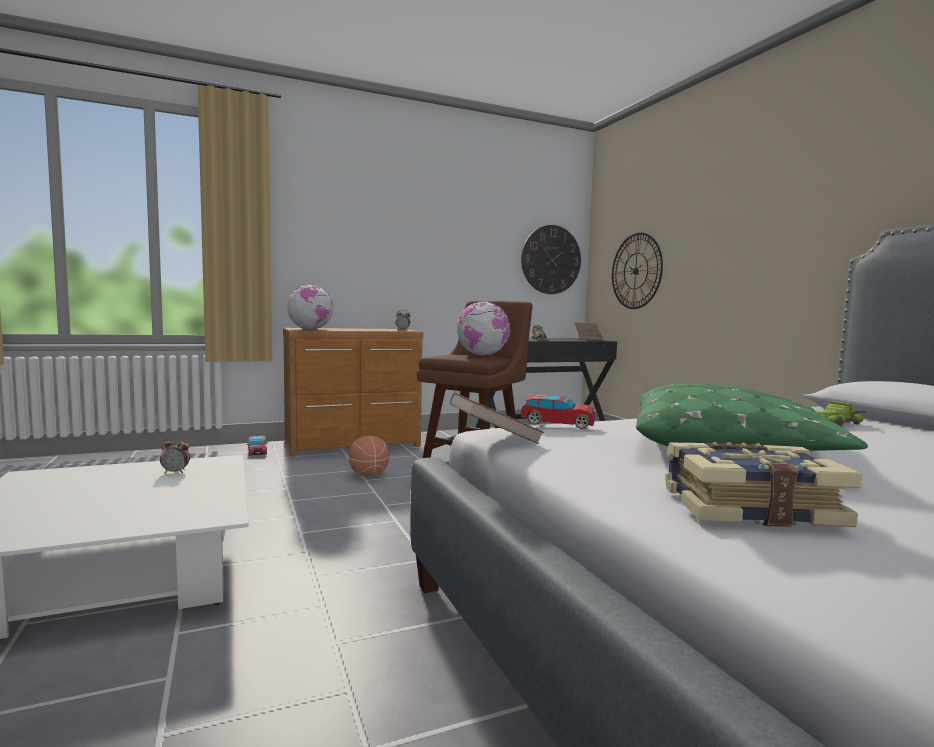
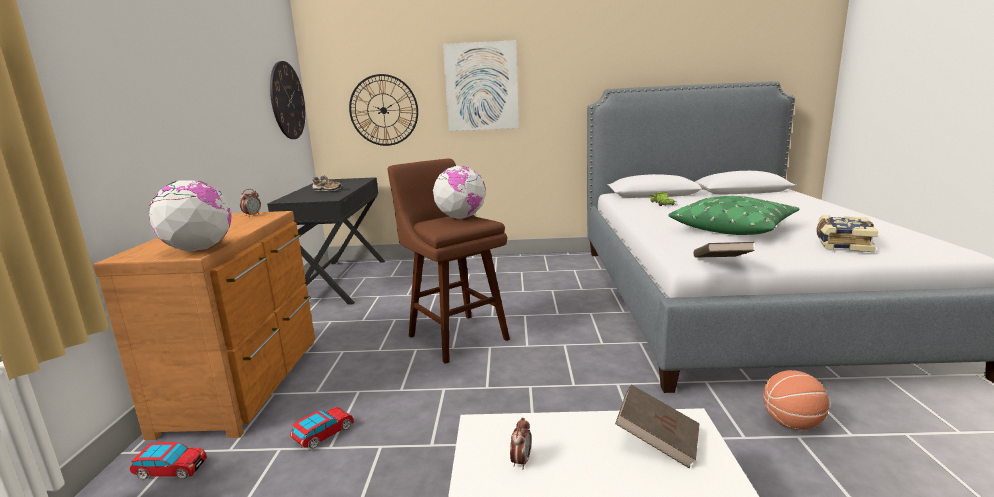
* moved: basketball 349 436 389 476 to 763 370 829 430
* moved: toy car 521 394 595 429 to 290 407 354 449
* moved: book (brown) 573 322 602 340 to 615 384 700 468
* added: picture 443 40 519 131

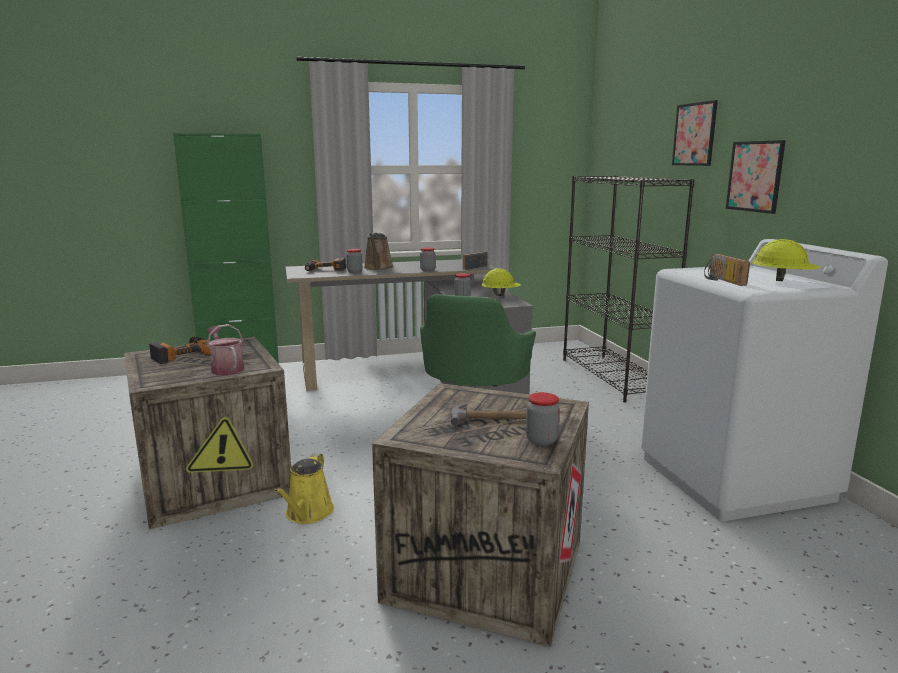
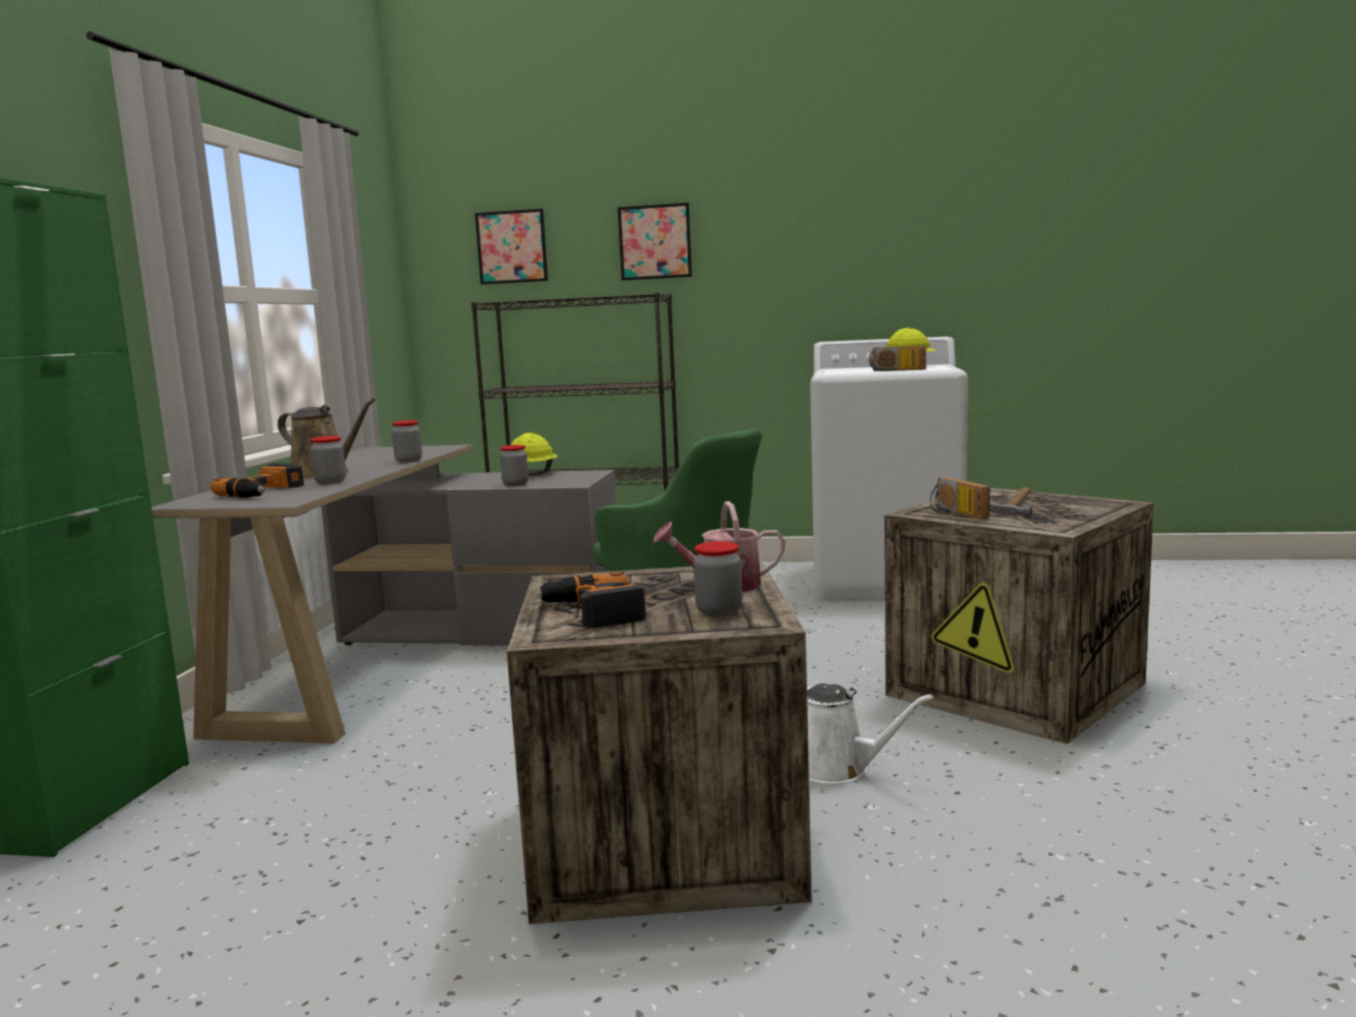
* recoloured: watering can (yellow) 274 454 334 524 to watering can (white) 807 683 933 784
* moved: radio 463 252 488 270 to 930 477 990 519
* moved: jar 526 392 560 445 to 693 541 742 617
* moved: picture 726 140 786 214 to 475 209 548 284

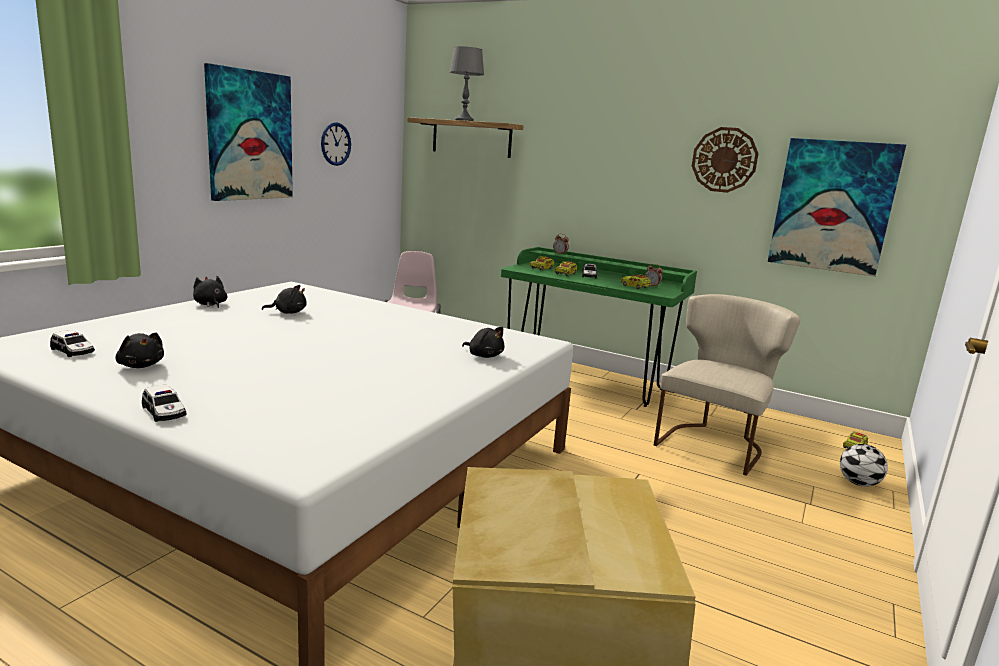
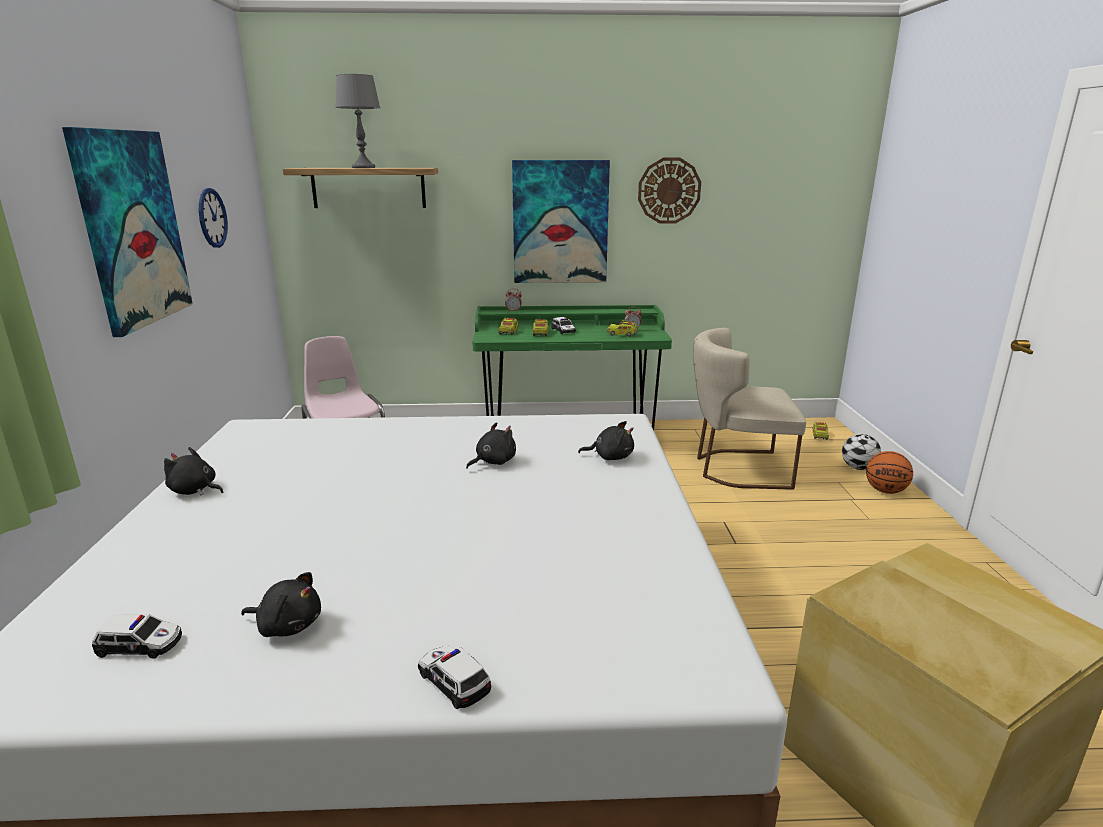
* turned: toy car 142 384 186 422 = 418 645 491 709 150 degrees counterclockwise
* moved: plush toy (black) 262 285 307 314 to 466 423 516 469
* turned: chair (beige) 654 294 800 476 = 693 328 806 490 90 degrees counterclockwise
* moved: picture 768 138 906 277 to 512 160 610 283
* added: basketball 866 451 913 494

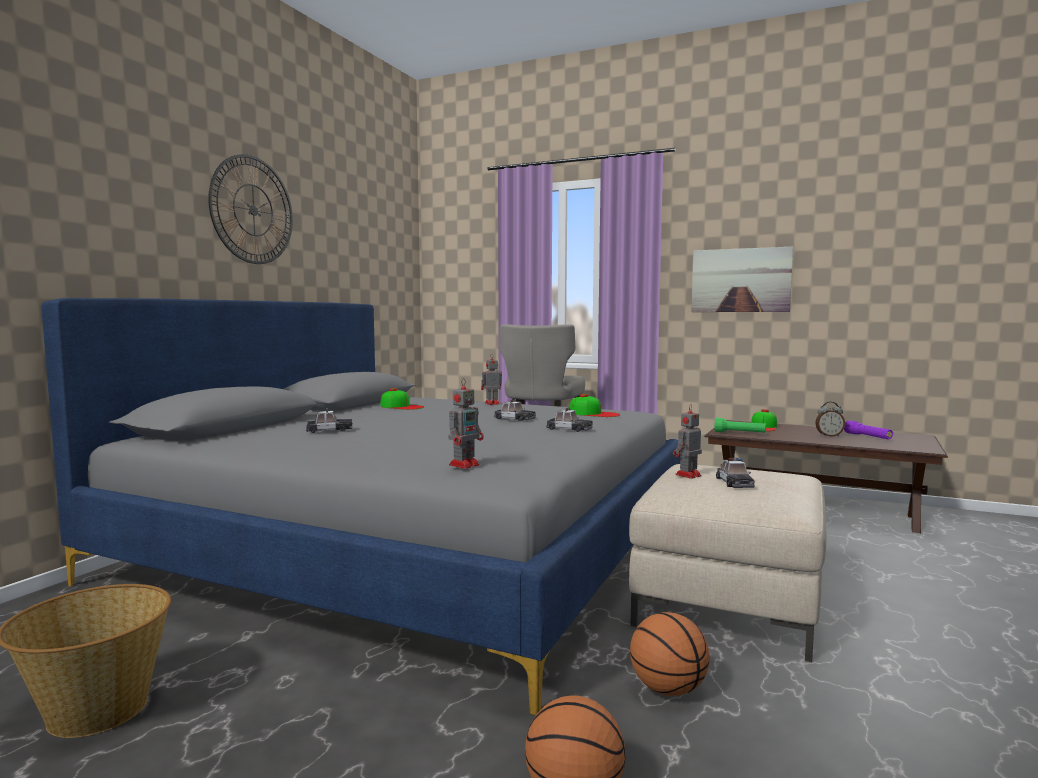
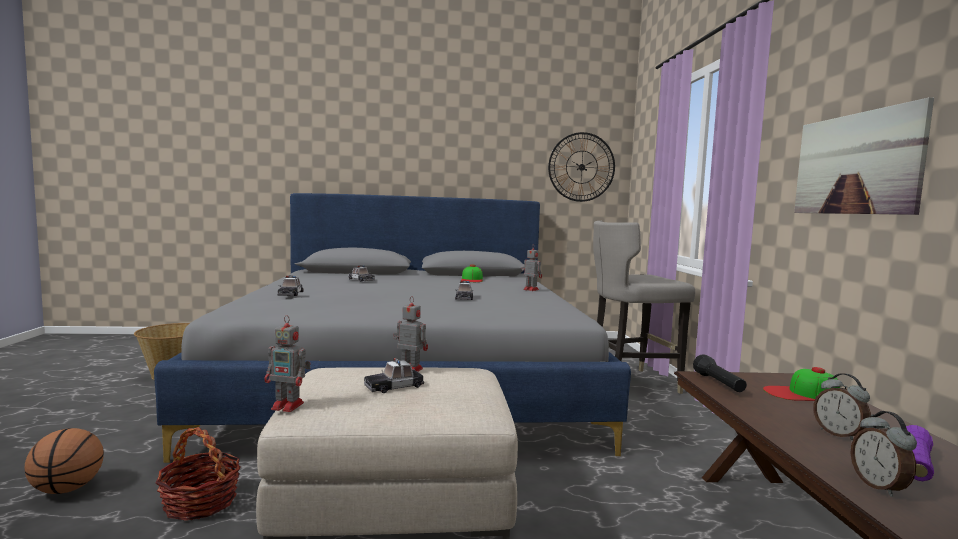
* moved: wall clock 208 154 293 264 to 548 132 615 202
* moved: toy robot 448 378 484 469 to 264 315 311 412
* moved: toy car 546 407 593 432 to 277 276 304 296
* removed: cap 570 394 620 417
* replaced: basketball 630 612 710 696 to basket 156 427 241 521
* recoloured: flashlight (green) 715 418 766 433 to flashlight (black) 693 354 747 392
* added: alarm clock 851 411 917 497

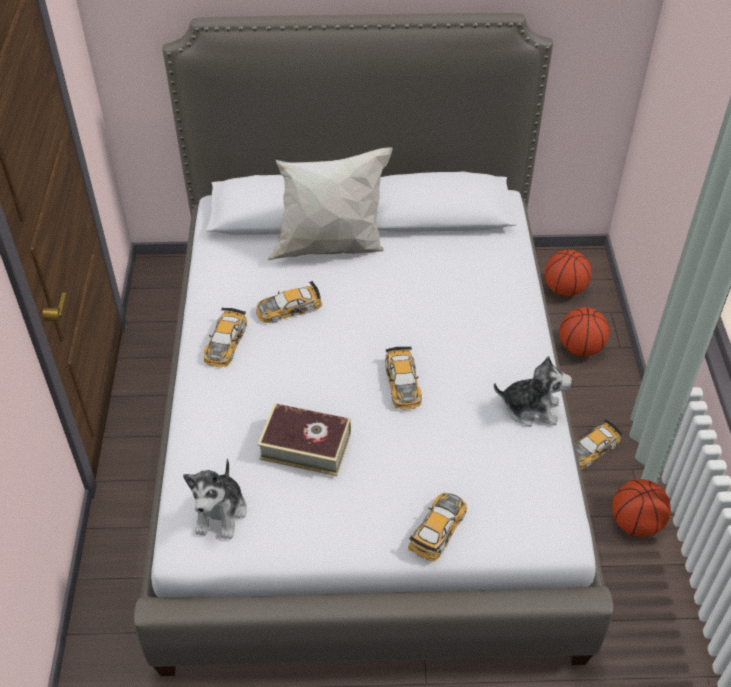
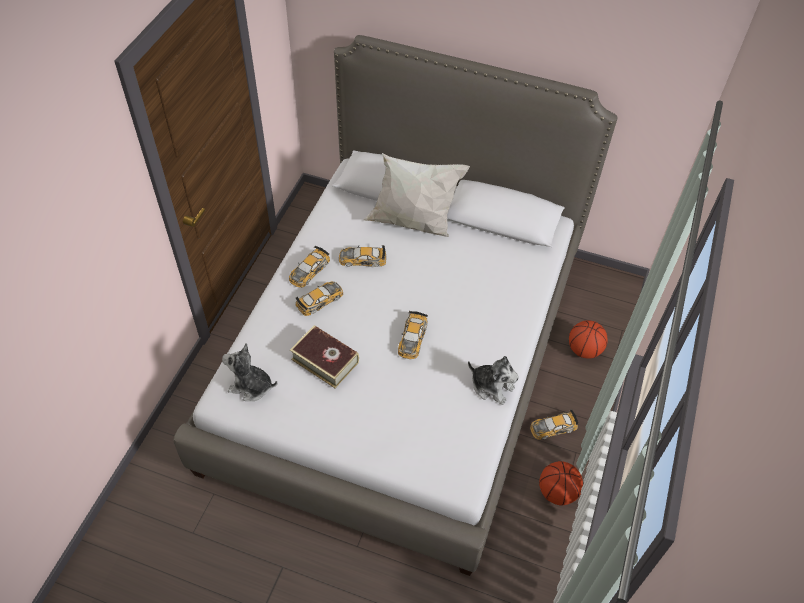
* turned: plush toy 183 458 247 539 = 222 343 277 401 75 degrees clockwise
* moved: toy car 408 493 467 562 to 296 281 343 316
* removed: basketball 545 250 591 296

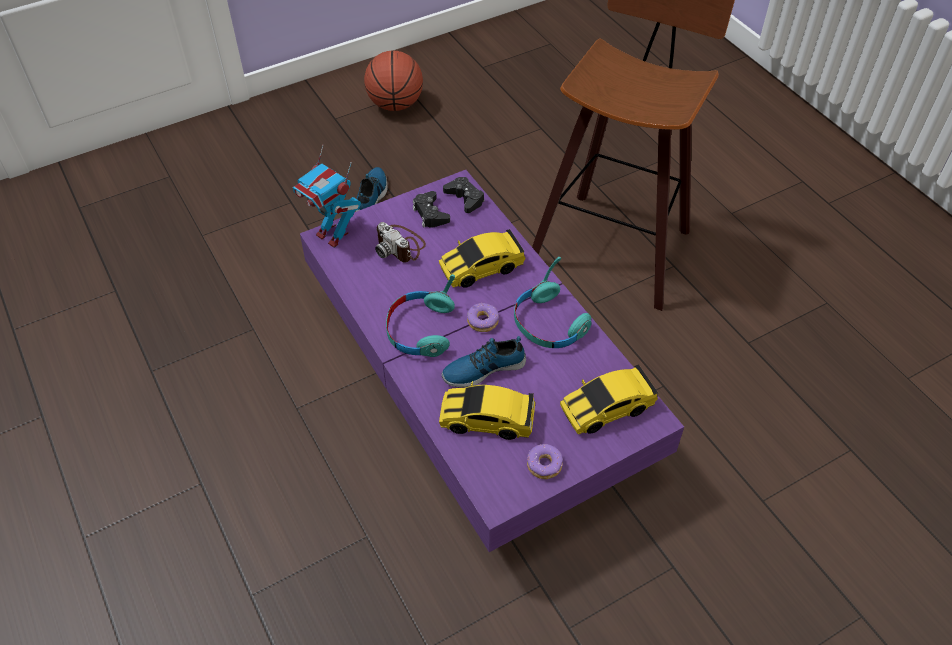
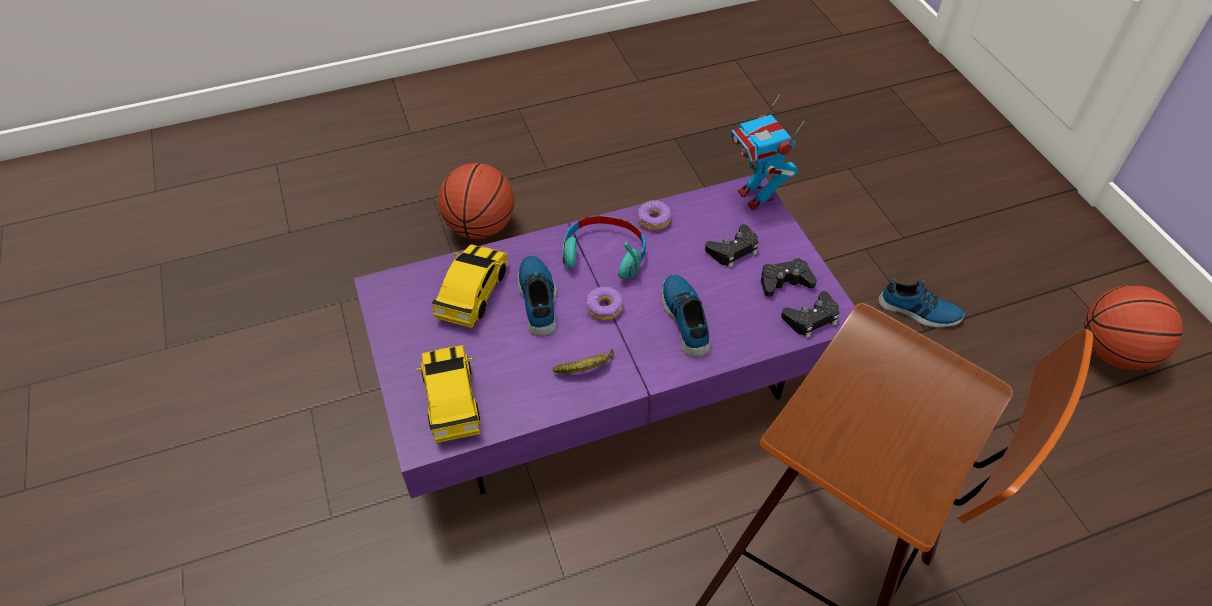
* turned: toy robot 293 144 361 248 = 730 94 805 210 75 degrees counterclockwise
* replaced: photo camera 375 222 426 262 to game controller (black) 705 224 759 268
* replaced: toy car 439 229 525 288 to shoe 661 274 711 357
* replaced: headphones (turquoise) 514 257 592 348 to banana 553 349 614 374
* moved: donut 527 444 563 479 to 638 200 671 230
* added: basketball 438 163 514 239

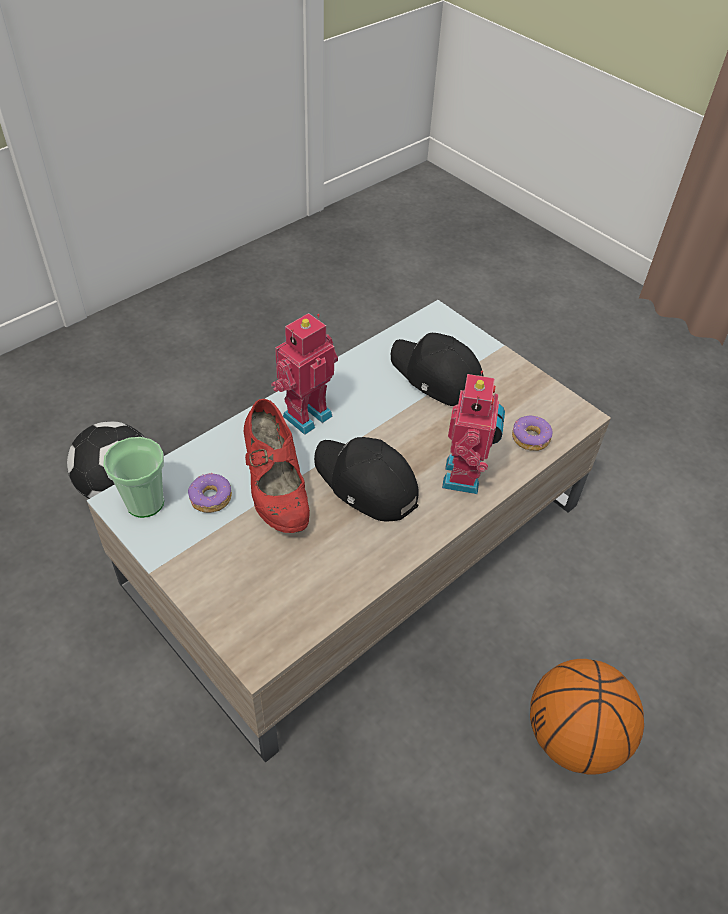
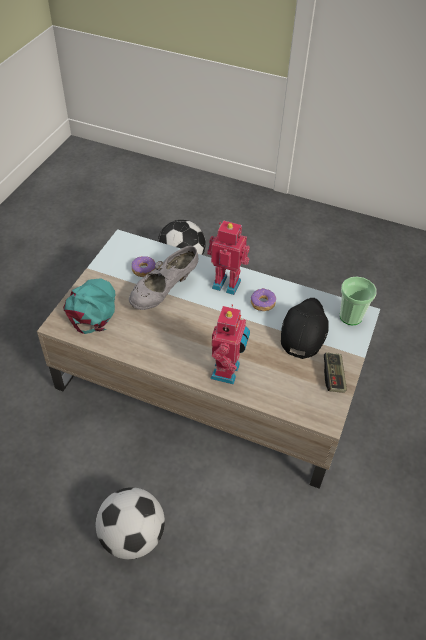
* moved: cup 103 437 164 518 to 340 277 377 325
* recoloured: shoe (red) 244 399 310 533 to shoe (grey) 129 246 198 310
* removed: cap (black) 314 437 419 522
* turned: toy robot 442 371 505 494 = 210 304 250 385 60 degrees counterclockwise
* moved: donut 512 416 553 451 to 251 288 276 311
* replaced: basketball 530 659 644 775 to football 96 487 165 559
* added: cap (turquoise) 63 278 116 334
* added: game controller 324 352 347 393

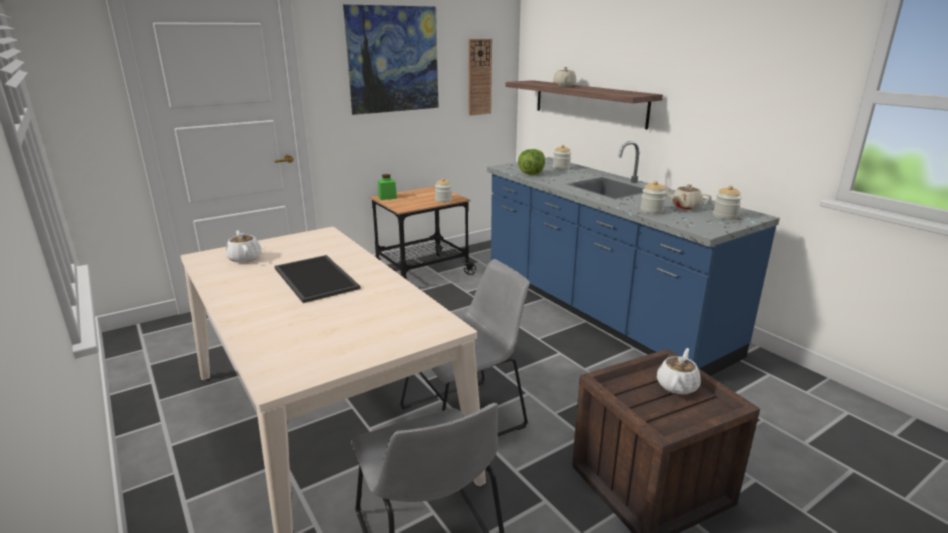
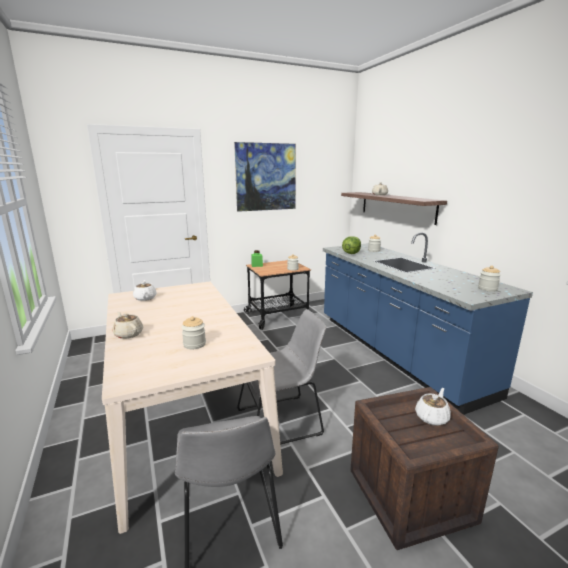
* removed: tray 274 255 361 303
* removed: wall clock 468 39 492 116
* moved: jar 640 181 666 214 to 181 316 206 349
* moved: teapot (beige) 663 184 711 210 to 112 312 143 339

